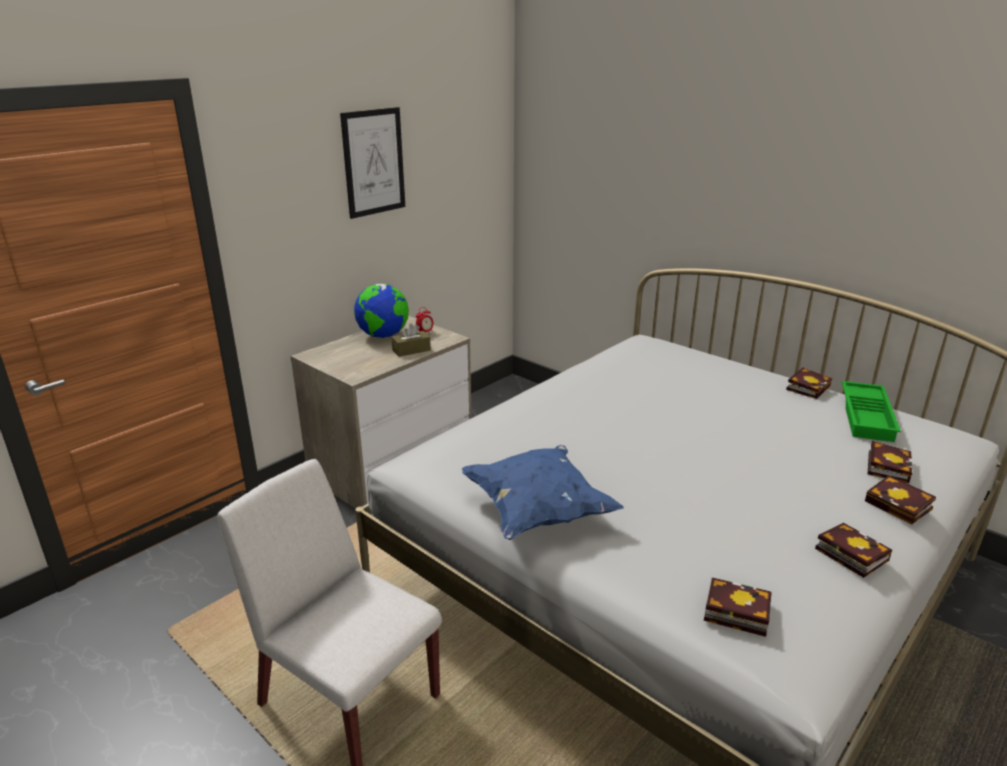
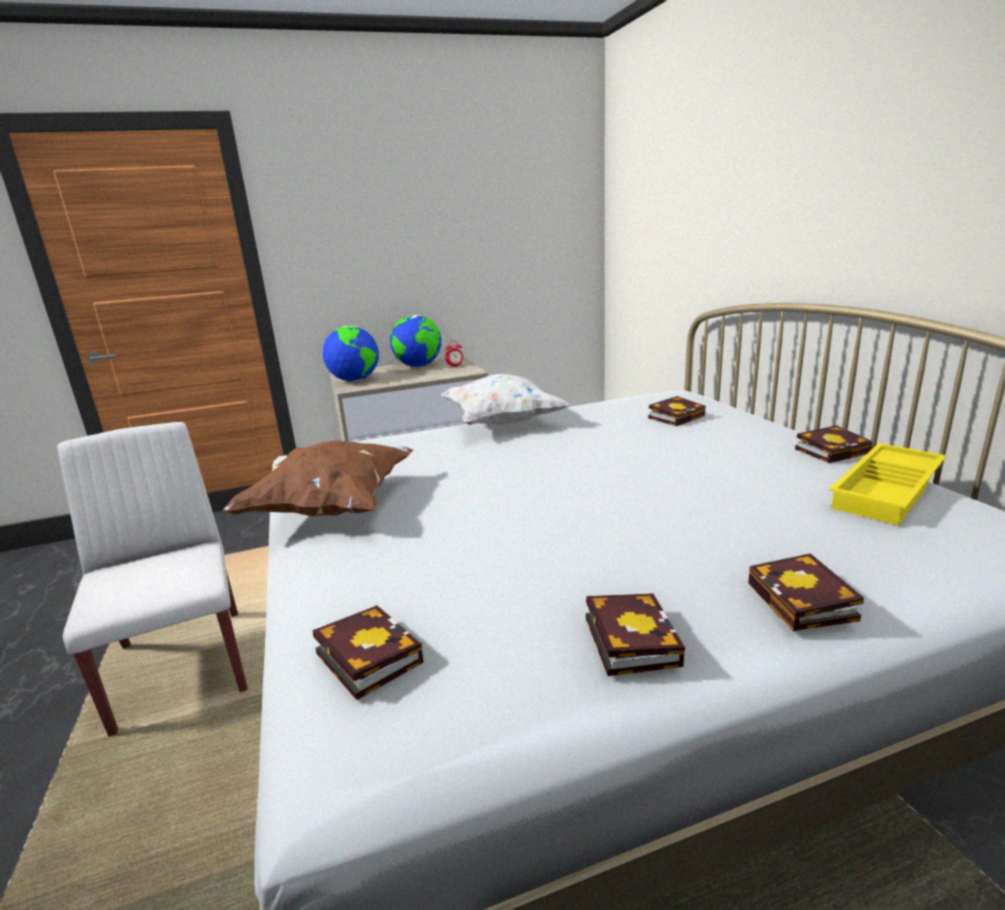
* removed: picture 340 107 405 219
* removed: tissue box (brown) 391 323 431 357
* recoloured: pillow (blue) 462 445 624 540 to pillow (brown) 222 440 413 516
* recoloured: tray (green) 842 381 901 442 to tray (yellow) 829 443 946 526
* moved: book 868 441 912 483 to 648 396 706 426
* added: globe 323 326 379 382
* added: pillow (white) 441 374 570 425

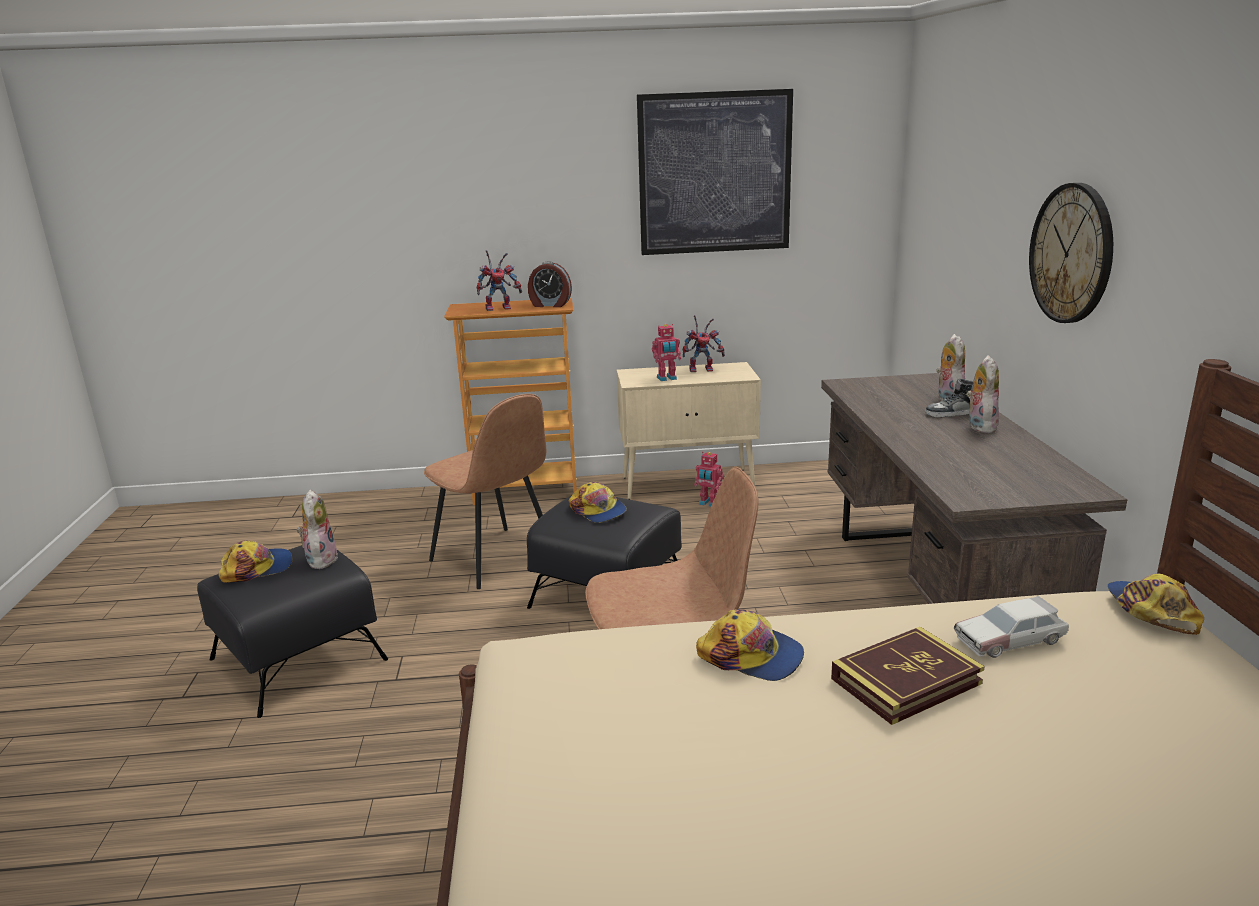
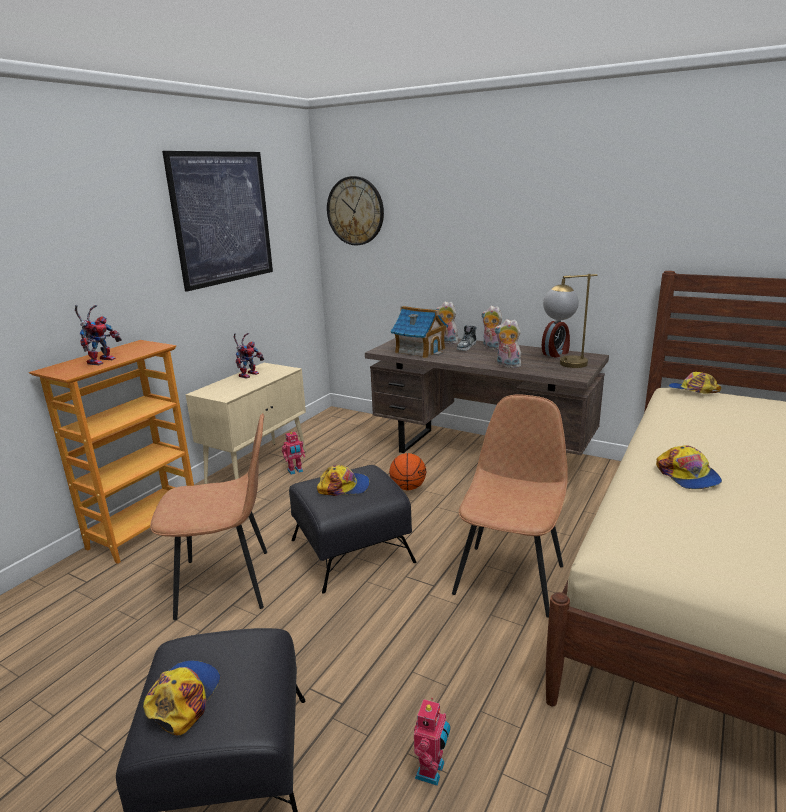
* moved: plush toy 297 489 338 569 to 494 319 521 368
* moved: alarm clock 528 261 572 307 to 542 320 570 358
* moved: toy robot 652 324 681 381 to 414 698 450 786
* turned: cap 696 609 804 681 = 656 445 722 489 105 degrees clockwise
* removed: book 831 627 985 725
* removed: toy car 954 596 1069 658
* moved: wall clock 1029 183 1113 323 to 327 176 384 245
* added: basketball 389 453 426 490
* added: toy house 391 306 448 358
* added: table lamp 543 274 598 368

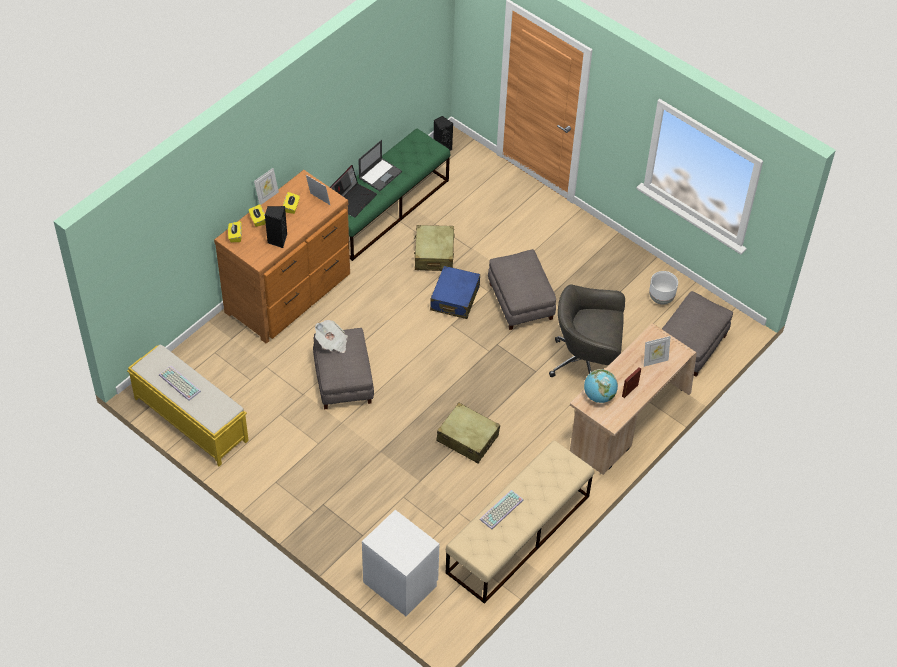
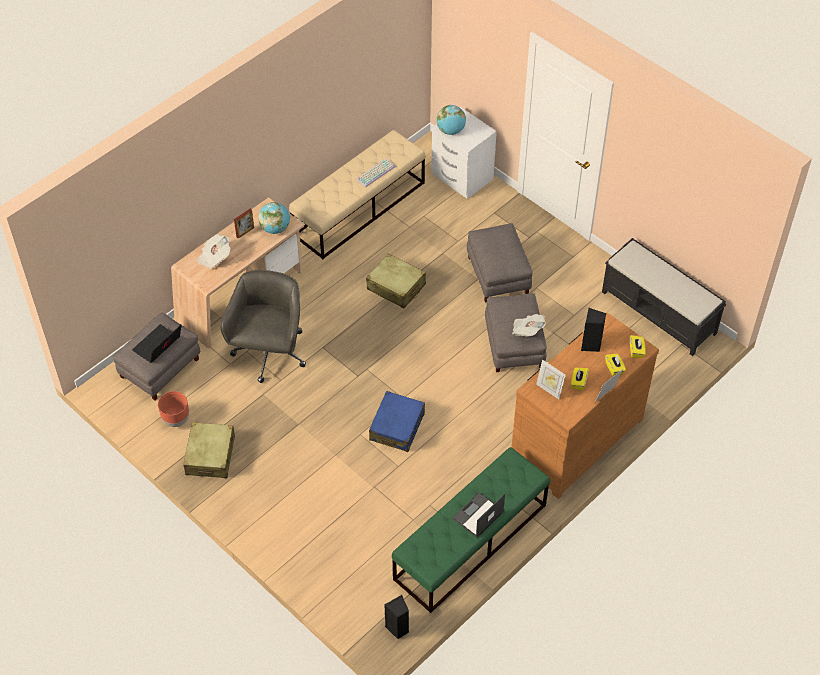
* recoloured: bench (yellow) 127 344 249 466 to bench (black) 602 238 726 356
* removed: keyboard 159 365 201 401
* moved: laptop 330 165 377 218 to 132 324 182 363
* moved: suitcase (beige) 414 225 454 271 to 184 422 235 478
* moved: ottoman (grey) 488 249 556 330 to 467 223 532 303
* turned: office chair (grey) 549 284 625 377 = 220 270 306 383 90 degrees counterclockwise
* replaced: picture frame 644 336 671 367 to newspaper 197 234 230 269
* recoloured: planter (white) 649 271 678 305 to planter (brown) 158 391 189 427
* added: globe 436 105 466 135

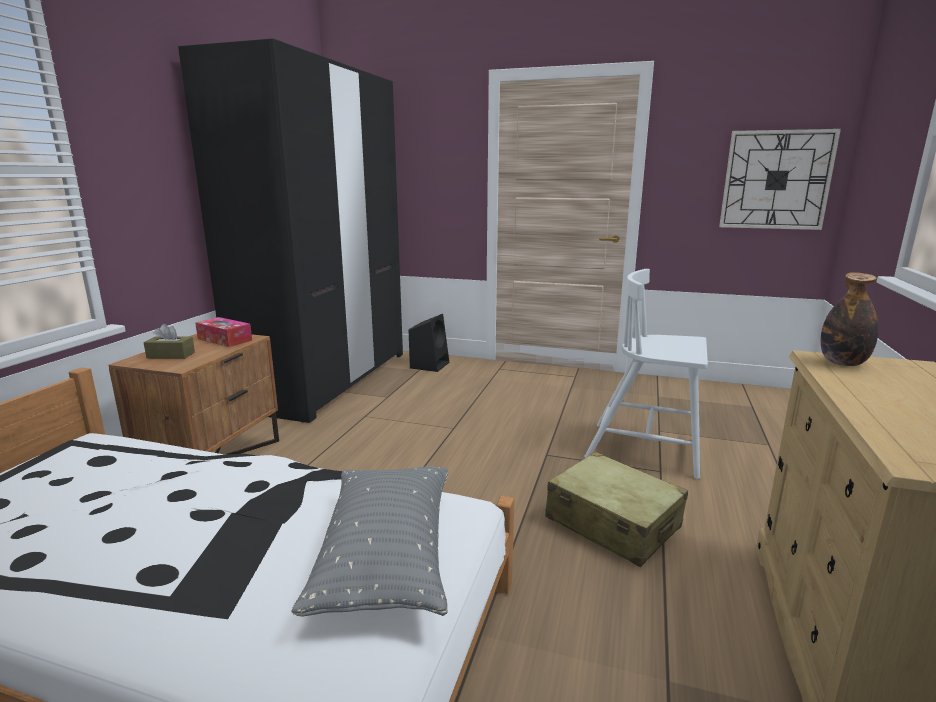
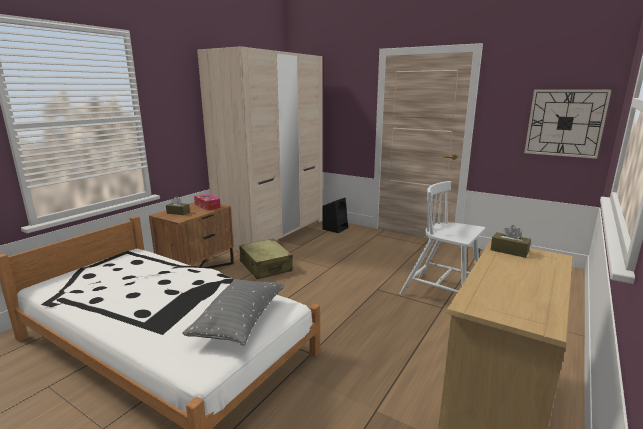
* recoloured: wardrobe (black) 178 39 403 423 to wardrobe (beige) 197 46 323 252
* moved: suitcase (beige) 545 452 688 567 to 239 239 293 279
* replaced: bottle 821 272 878 366 to tissue box (brown) 490 225 531 258

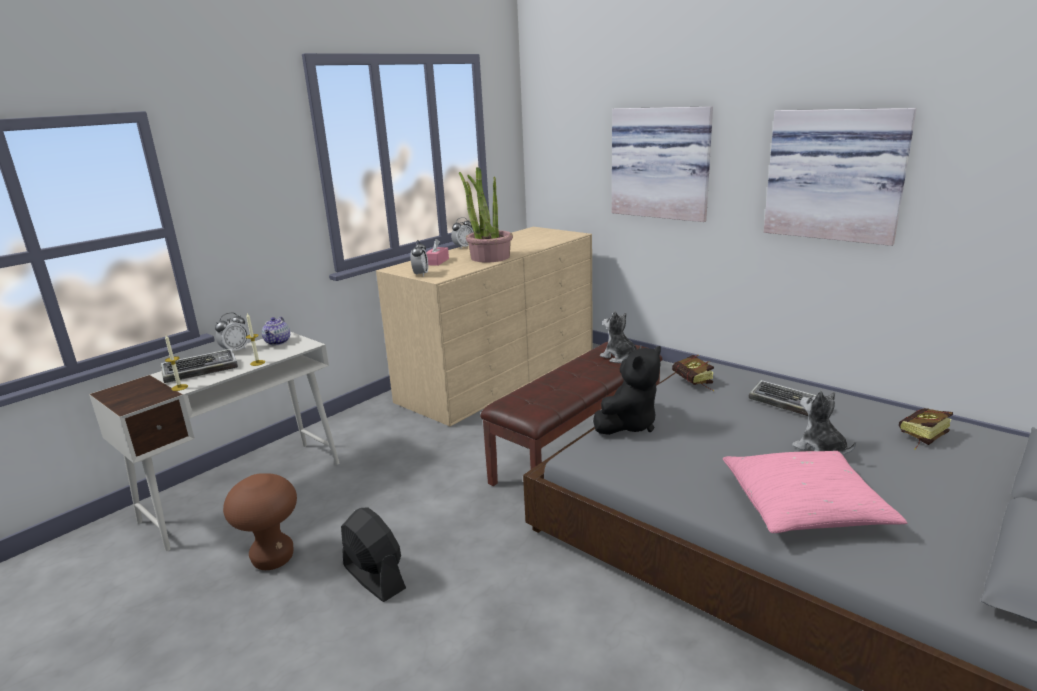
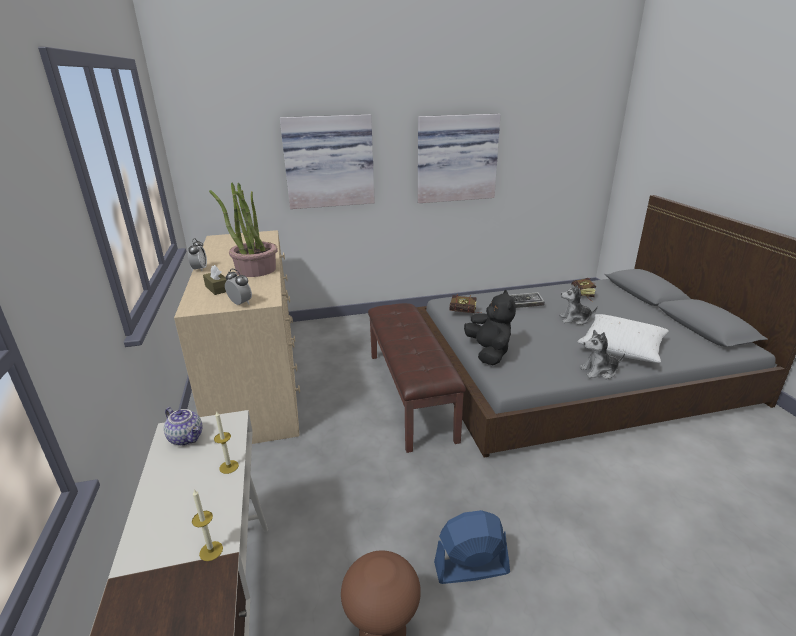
* removed: keyboard 161 349 238 383
* removed: alarm clock 215 313 249 351
* recoloured: fan (black) 341 507 406 602 to fan (blue) 434 510 510 584
* recoloured: tissue box (pink) 426 239 449 266 to tissue box (brown) 203 265 227 295
* moved: plush toy 600 311 641 363 to 579 330 625 379
* recoloured: pillow (pink) 723 451 907 533 to pillow (white) 577 314 669 363

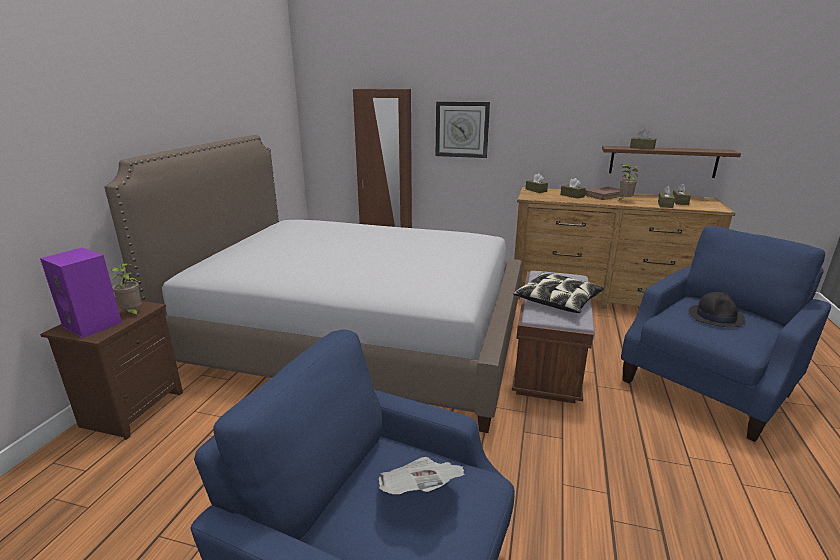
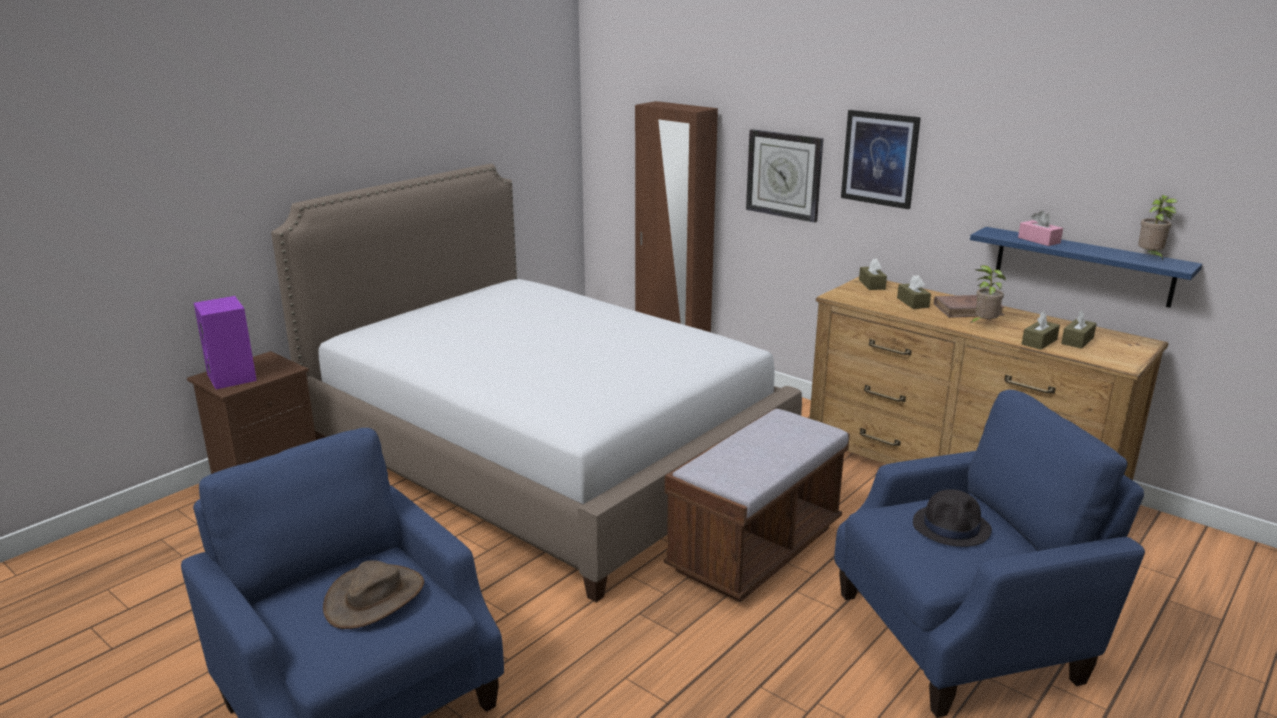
* moved: potted plant 110 263 141 317 to 1138 195 1177 260
* replaced: newspaper 379 457 464 494 to hat (brown) 323 560 424 629
* removed: pillow 513 273 604 313
* recoloured: shelf (brown) 602 146 741 178 to shelf (blue) 970 227 1202 308
* recoloured: tissue box (brown) 630 129 656 150 to tissue box (pink) 1018 210 1063 246
* added: picture 841 110 921 209

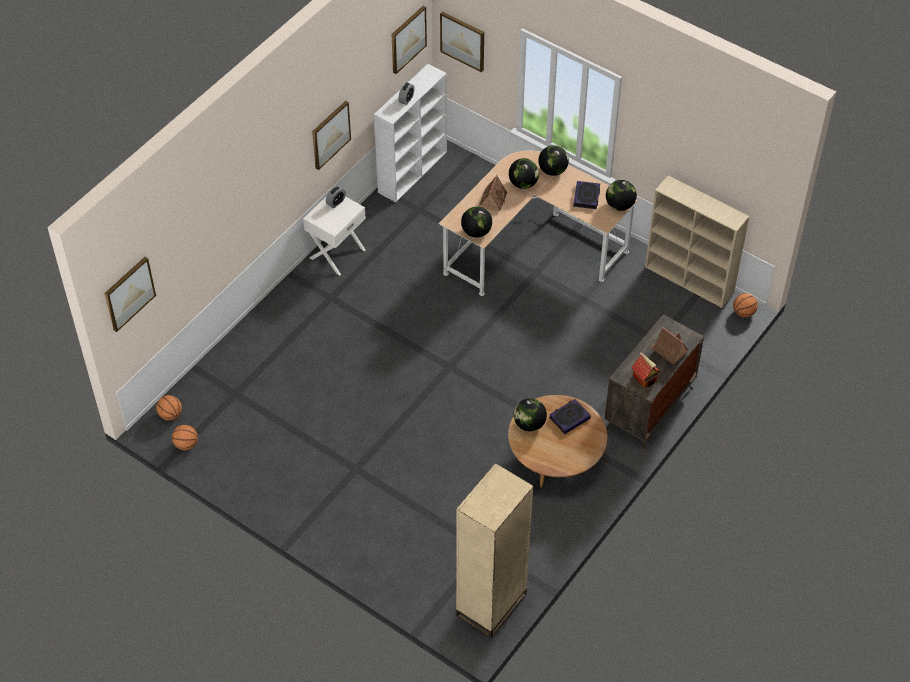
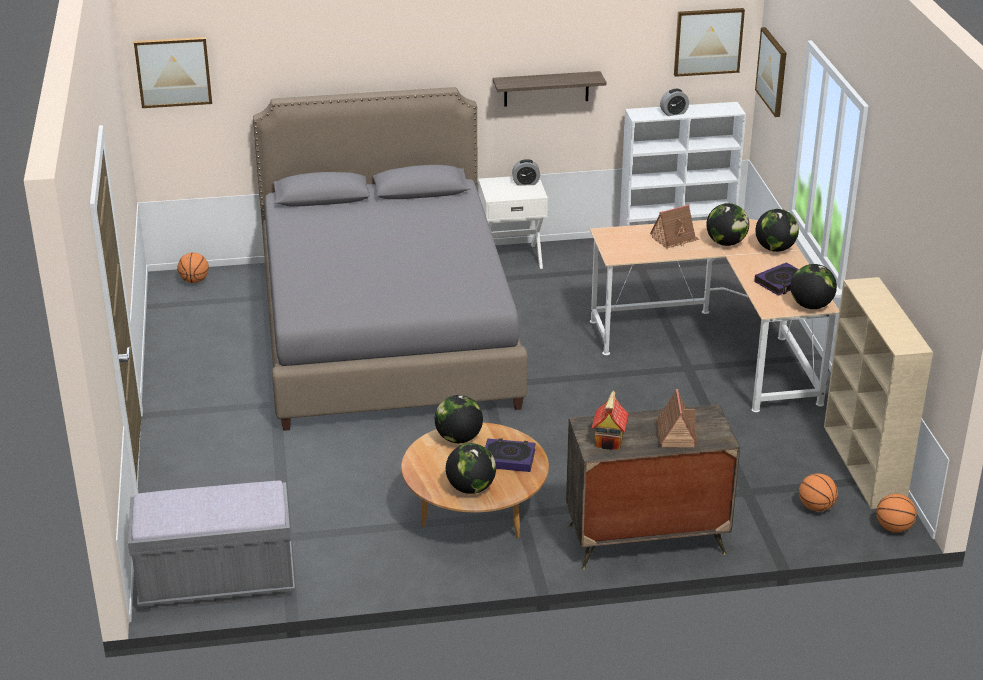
* moved: basketball 172 425 198 450 to 799 474 838 512
* replaced: picture 312 101 351 170 to shelf 493 71 606 107
* replaced: bookcase (beige) 456 463 533 638 to bench (grey) 128 481 295 611
* moved: globe 461 206 492 238 to 446 443 496 494
* added: bed (grey) 253 87 528 431

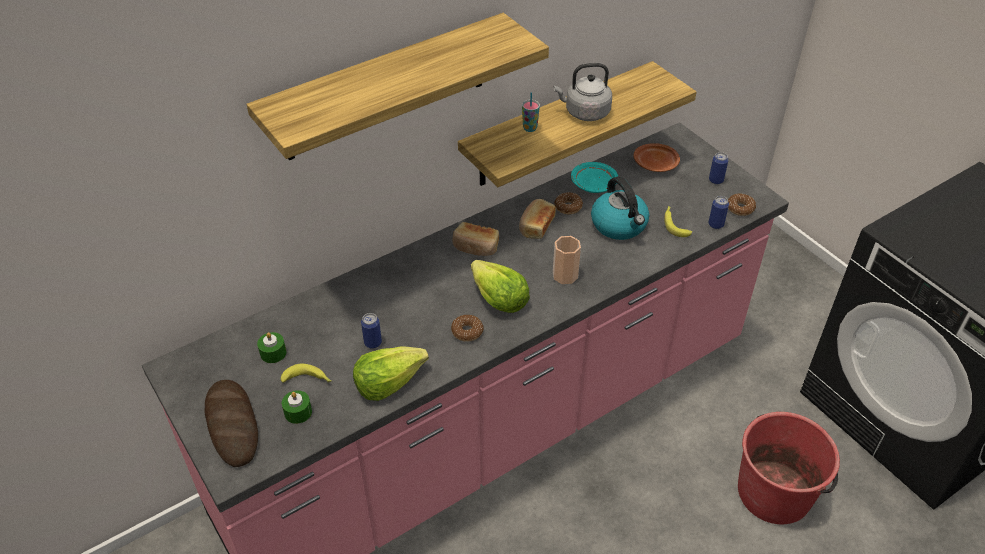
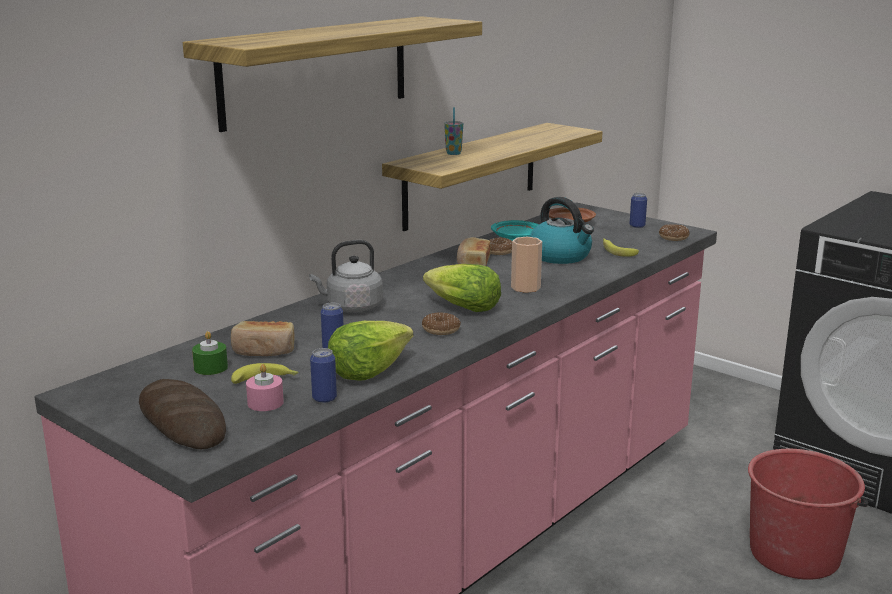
* recoloured: candle (green) 282 390 312 424 to candle (pink) 246 364 284 411
* moved: bread 452 222 499 256 to 231 321 295 356
* moved: kettle (grey) 554 63 612 121 to 309 240 383 312
* moved: can 708 196 729 229 to 310 348 337 403

